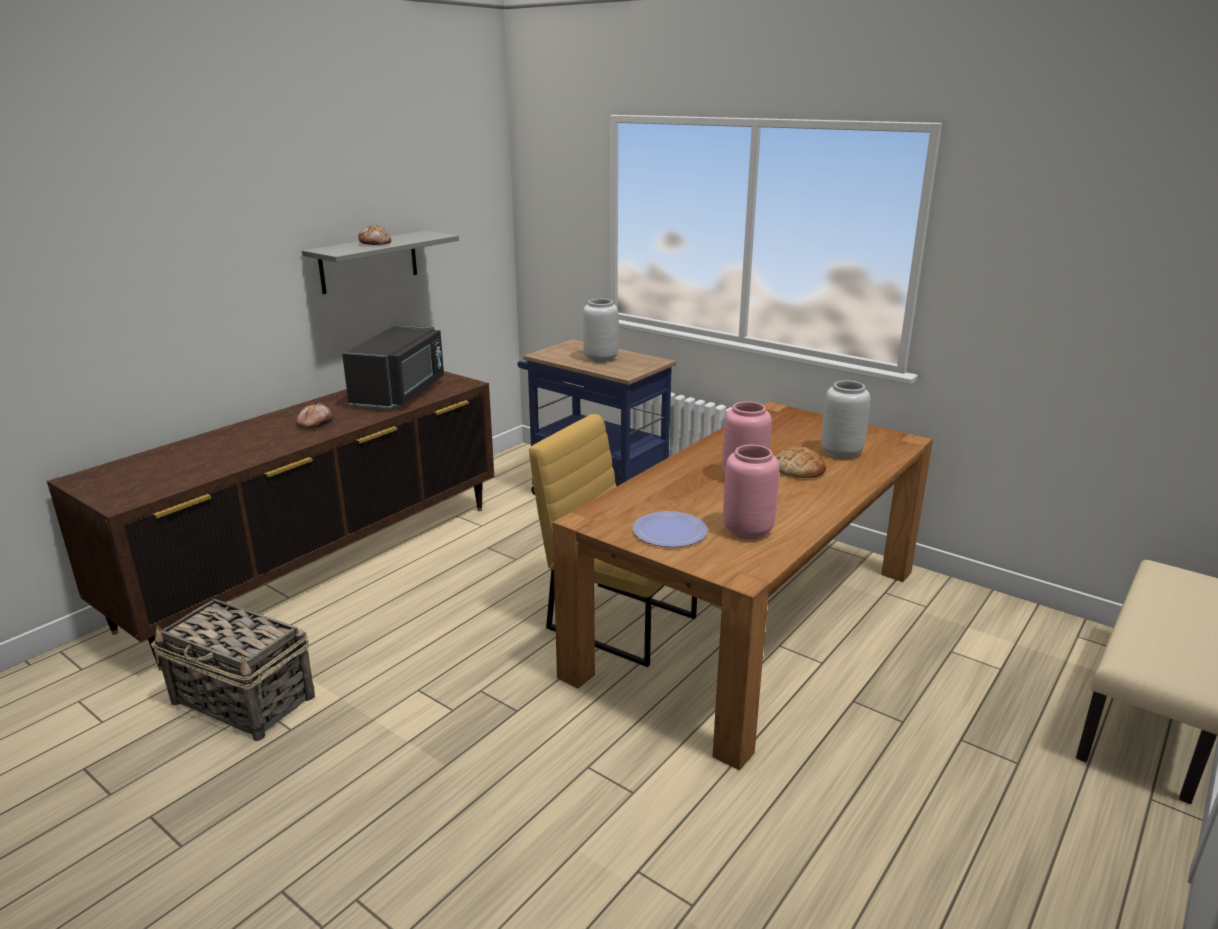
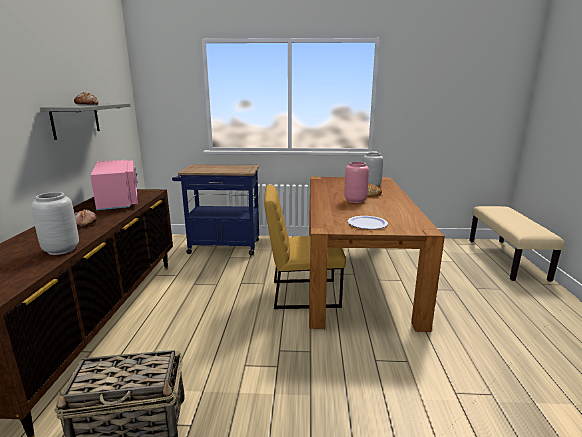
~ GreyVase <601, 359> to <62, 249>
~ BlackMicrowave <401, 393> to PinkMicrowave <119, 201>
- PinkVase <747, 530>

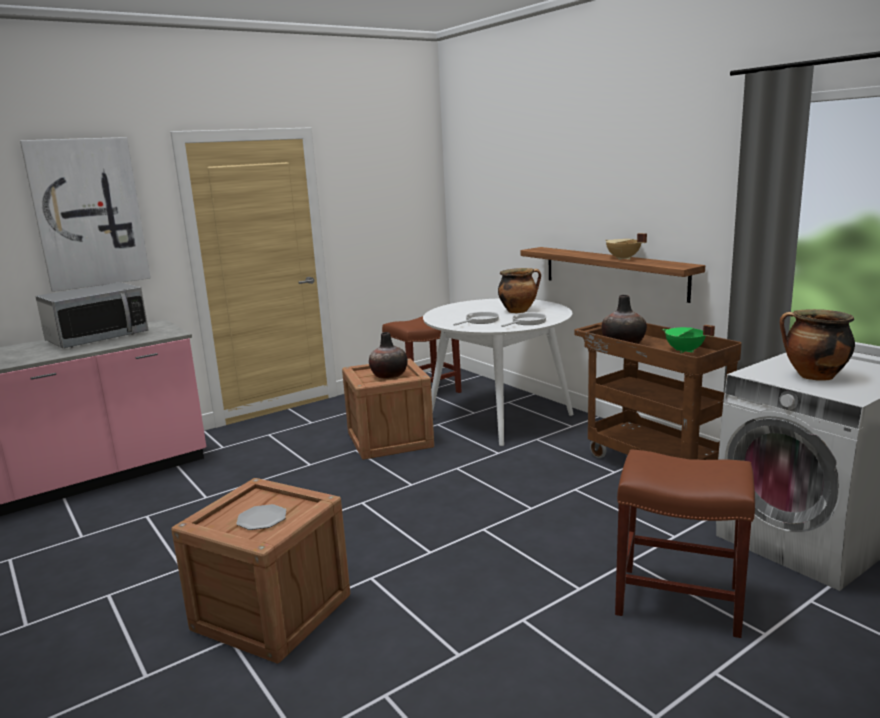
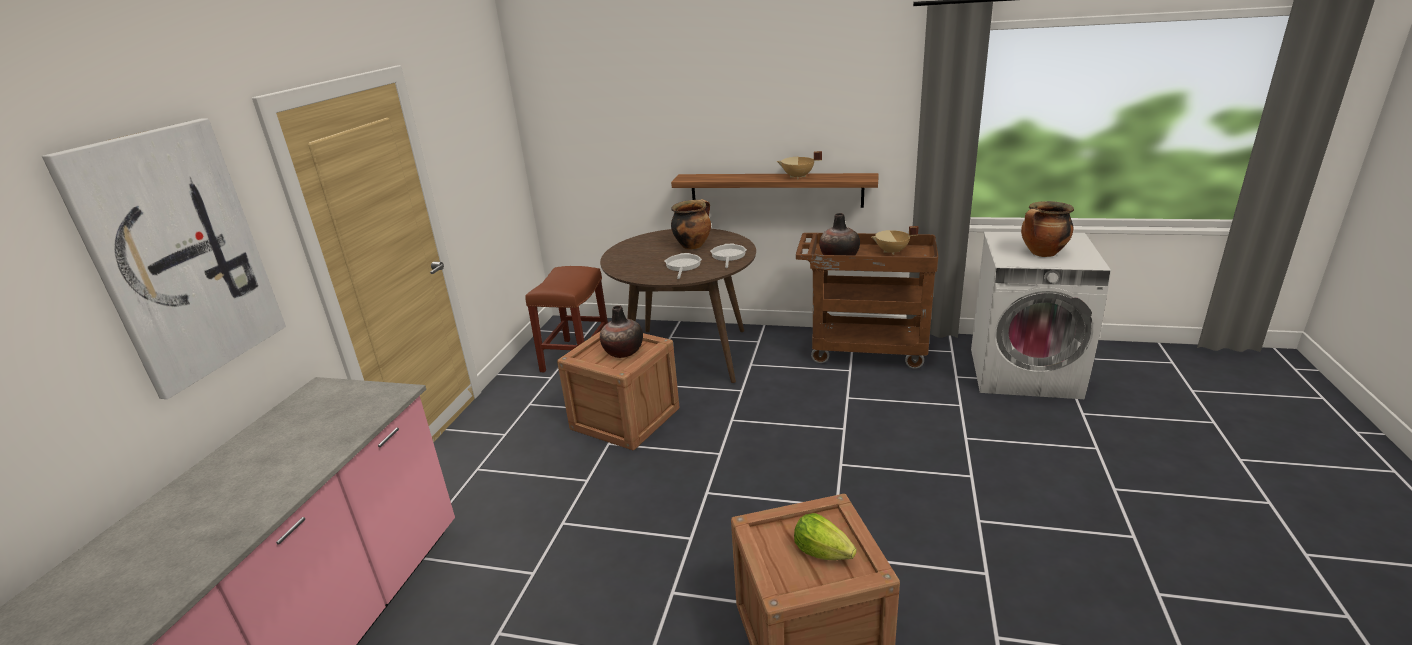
- Microwave <98, 338>
~ WhiteDiningTable <499, 417> to BrownDiningTable <687, 355>
~ GreenCookingPot <684, 351> to BeigeCookingPot <892, 252>
- BrownStool <681, 600>
~ Plate <262, 519> to Lettuce <822, 552>

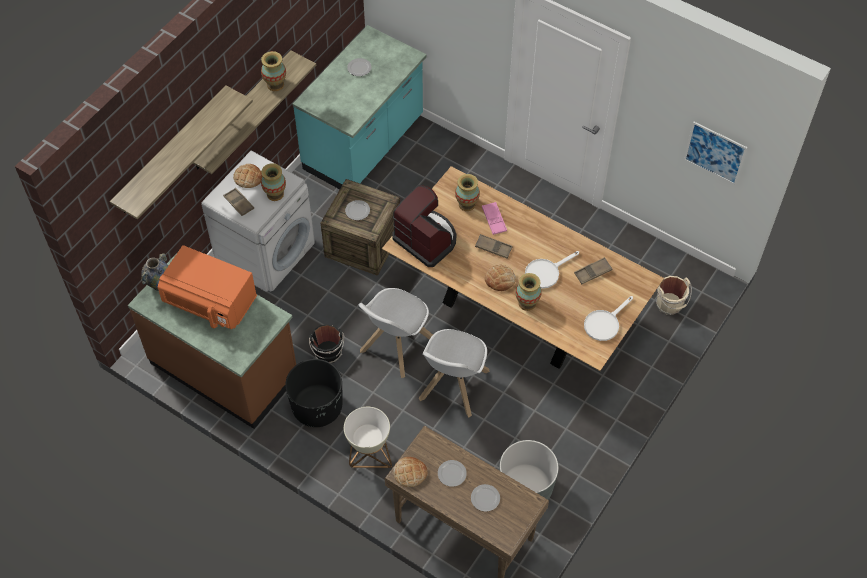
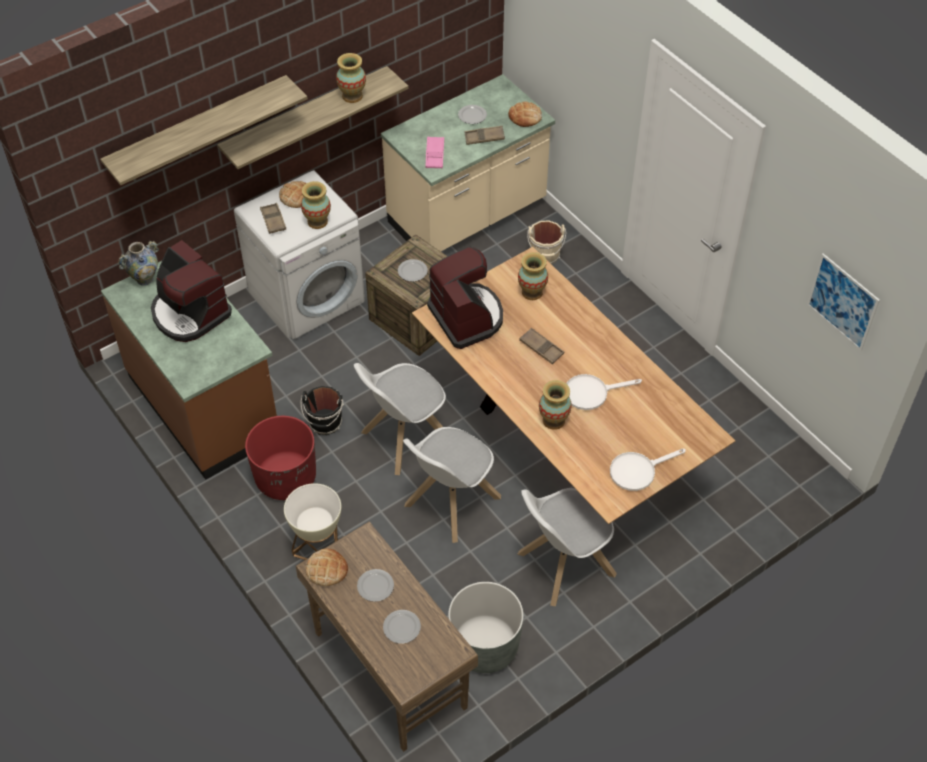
~ TurquoiseCounter <364, 145> to BeigeCounter <468, 215>
~ PinkTray <494, 220> to <435, 155>
~ OrangeMicrowave <210, 303> to CoffeeMachine <189, 313>
~ BrownTray <593, 272> to <484, 138>
~ Bread <500, 279> to <525, 117>
~ BeigeBucket <670, 305> to <545, 256>
~ BlackPlanter <317, 407> to RedPlanter <286, 478>
+ Chair <563, 565>

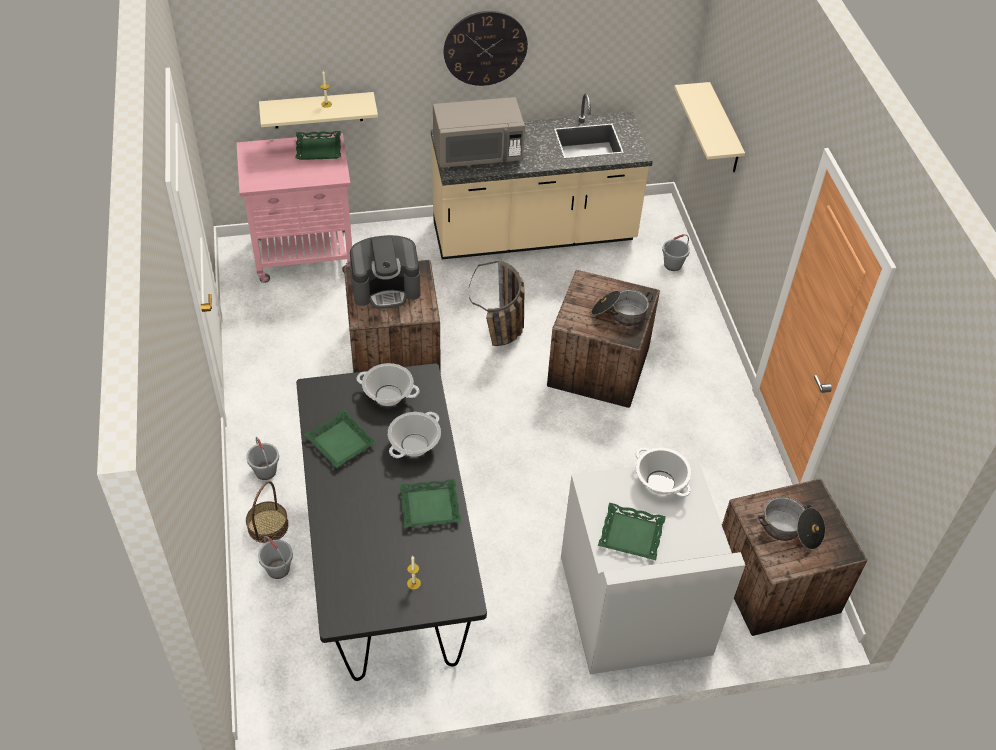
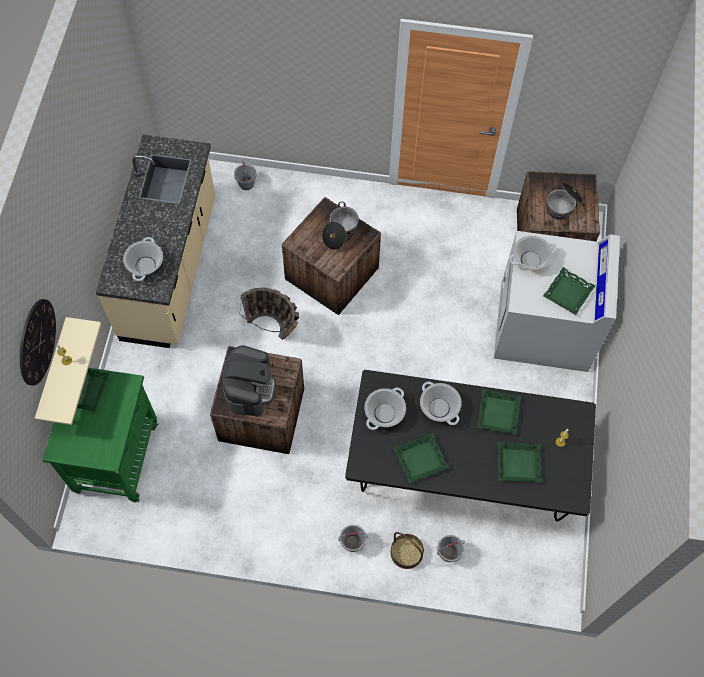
~ WallClock <485, 48> to <37, 342>
- BeigeShelf <724, 130>
~ GreyMicrowave <477, 153> to CookingPot <145, 265>
~ PinkCart <305, 256> to GreenCart <118, 457>
+ GreenTray <518, 464>

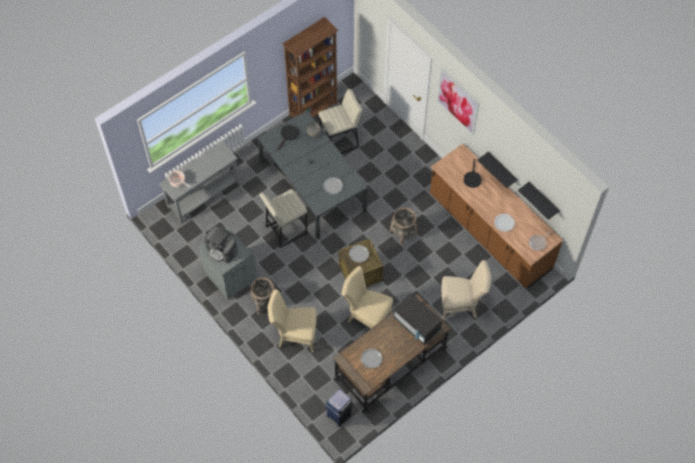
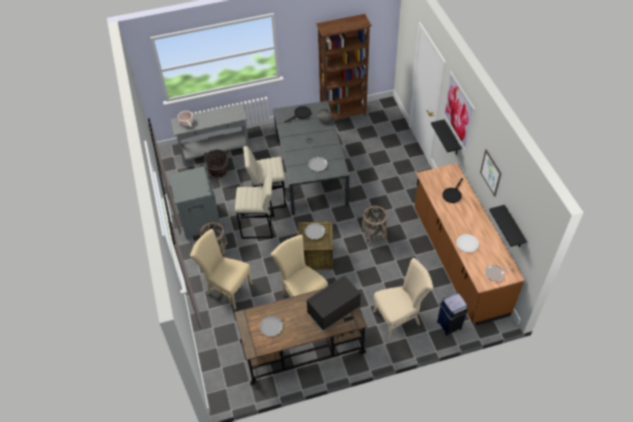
~ BeigeStool <340, 141> to <259, 227>
~ BlackShelf <501, 169> to <451, 138>
- CoffeeMachine <222, 249>
~ BeigeChair <461, 305> = <399, 318> 45 degrees counterclockwise
~ BlackMicrowave <416, 324> = <333, 310> 75 degrees clockwise
~ BlueTrashCan <339, 414> to <449, 325>
+ Picture <490, 172>
+ BrownBucket <218, 172>

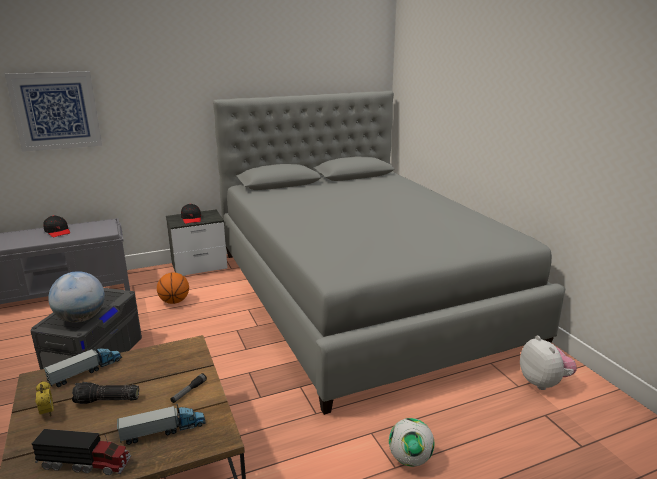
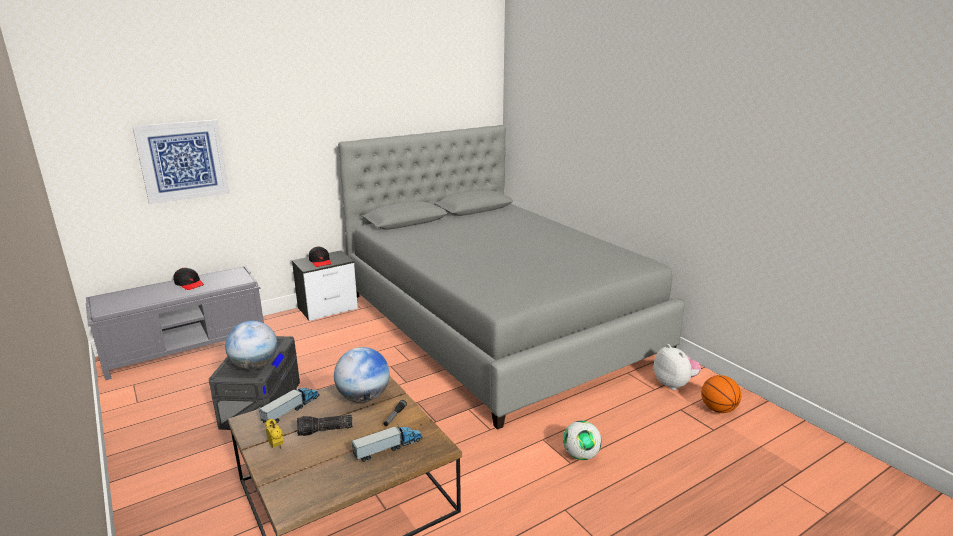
~ Basketball <174, 301> to <718, 409>
- ToyTruck <86, 463>
+ Globe <363, 397>

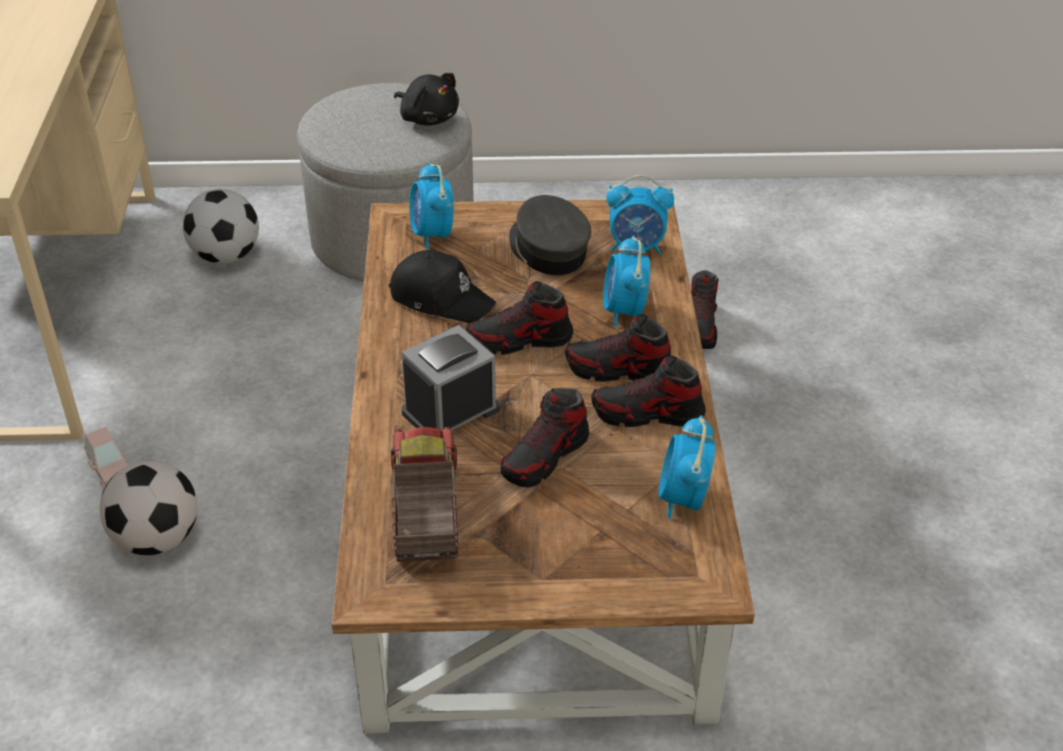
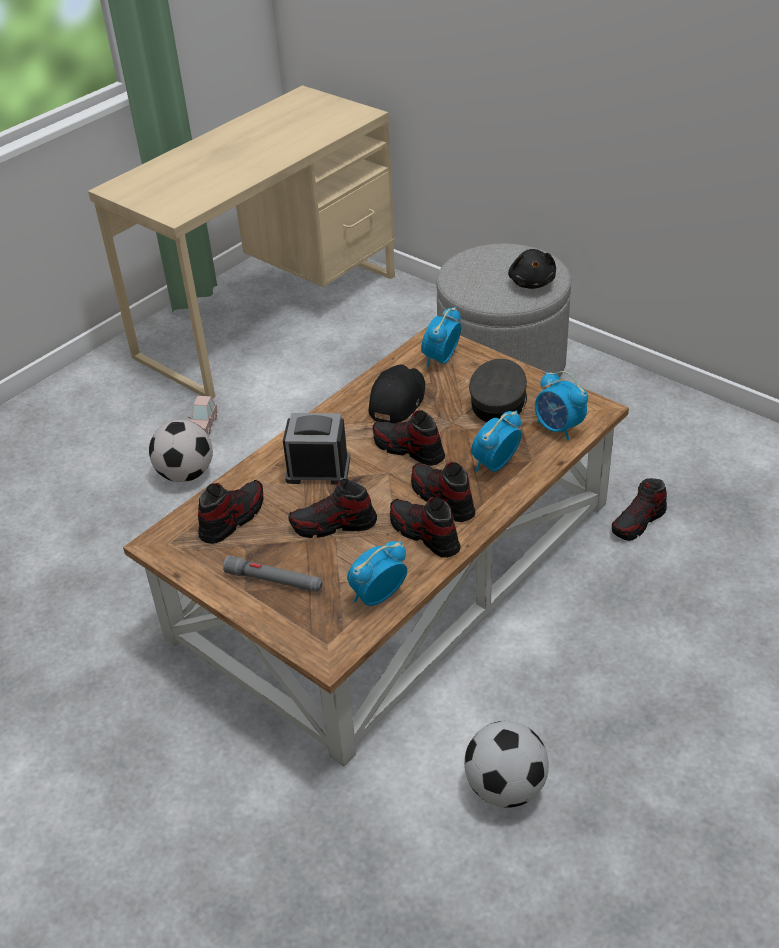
~ Football <226, 256> to <505, 787>
~ BlackCap <441, 298> = <397, 400> 135 degrees counterclockwise
~ ToyTruck <424, 515> to Shoe <232, 518>
+ GreyFlashlight <274, 580>

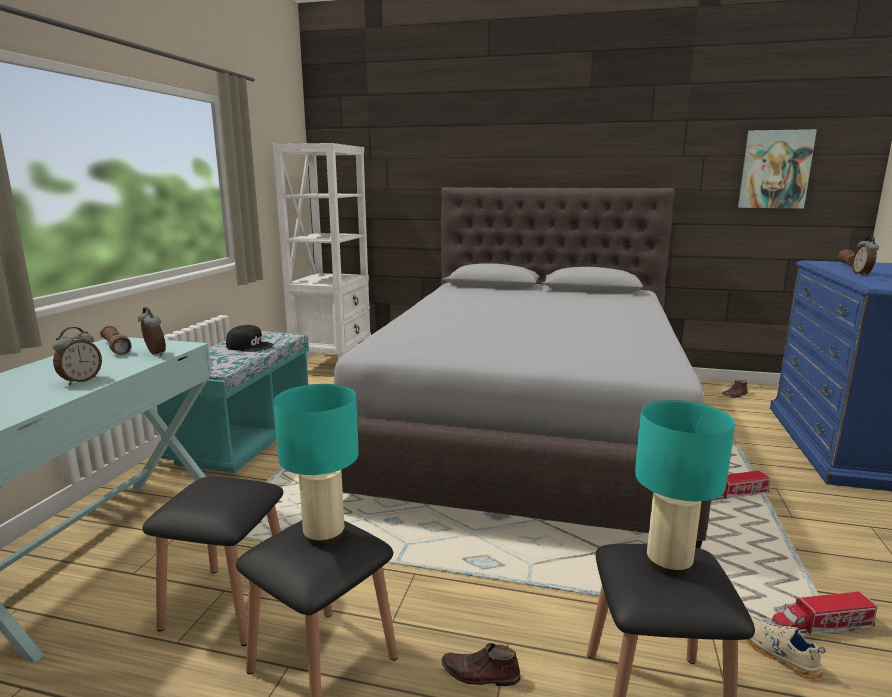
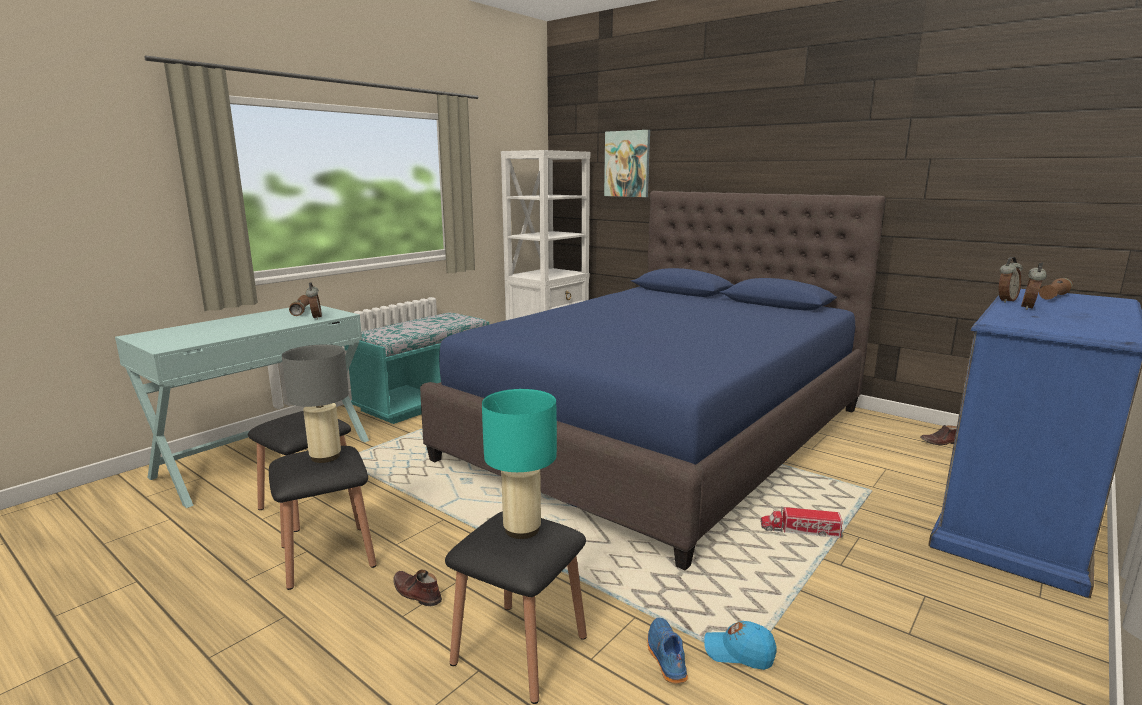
~ Picture <775, 169> to <627, 164>
~ GreyBed <528, 427> to BlueBed <663, 433>
- BlackCap <250, 346>
~ AlarmClock <80, 380> to <1005, 301>
~ TurquoiseTableLamp <323, 535> to GreyTableLamp <324, 457>
~ ToyTruck <821, 626> to BlueCap <739, 653>
~ BeigeShoe <777, 653> to BlueShoe <665, 657>

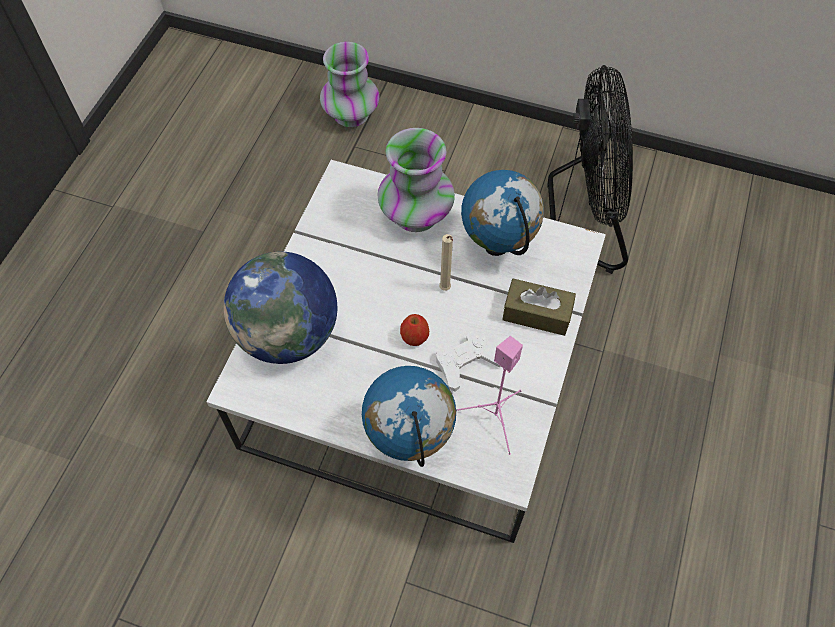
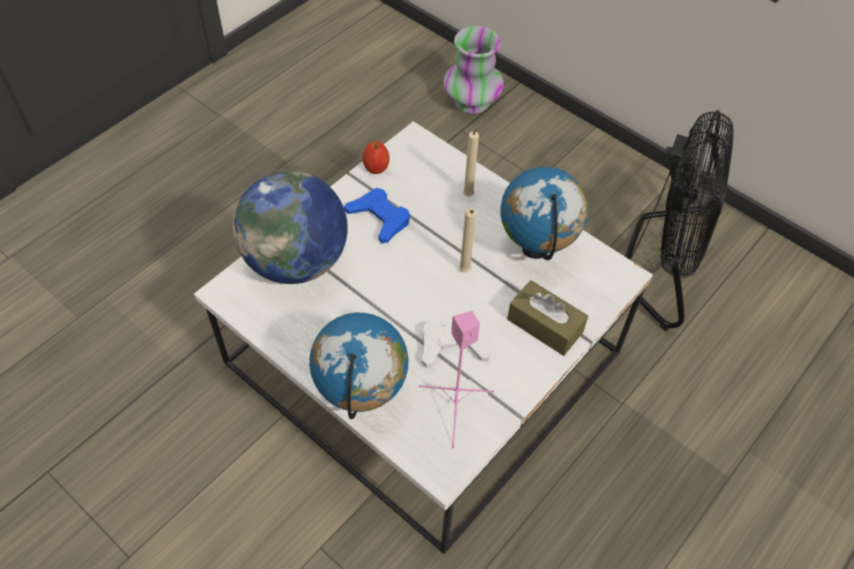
~ Vase <416, 214> to BeigeCandle <470, 195>
~ Apple <415, 337> to <376, 168>
+ BlueGameController <379, 218>

